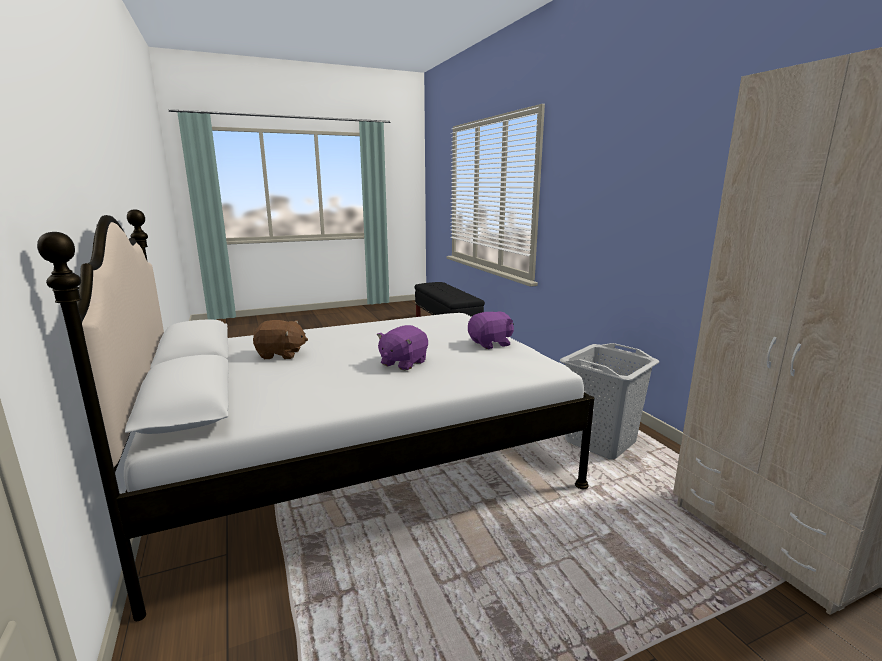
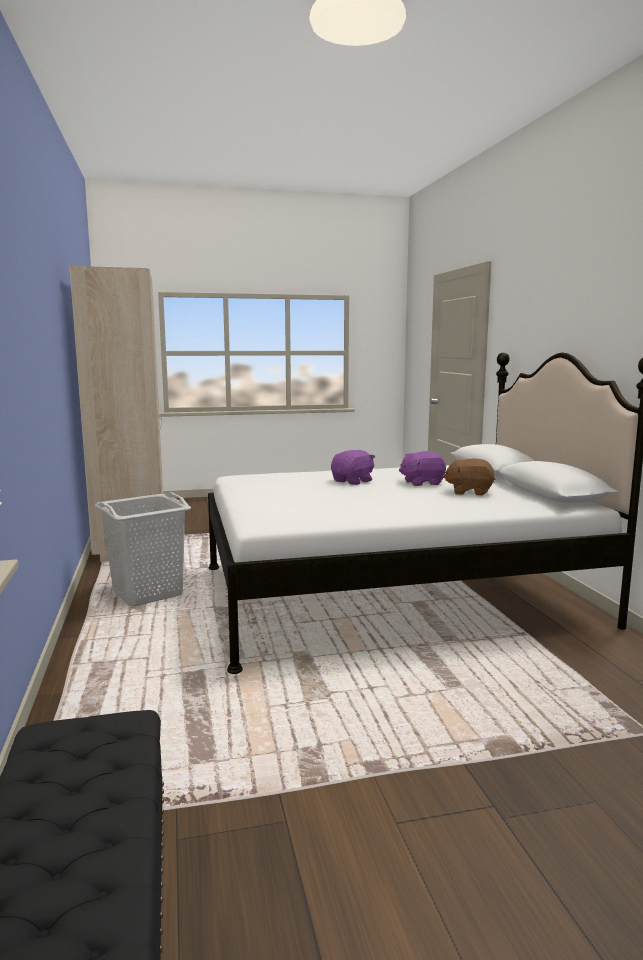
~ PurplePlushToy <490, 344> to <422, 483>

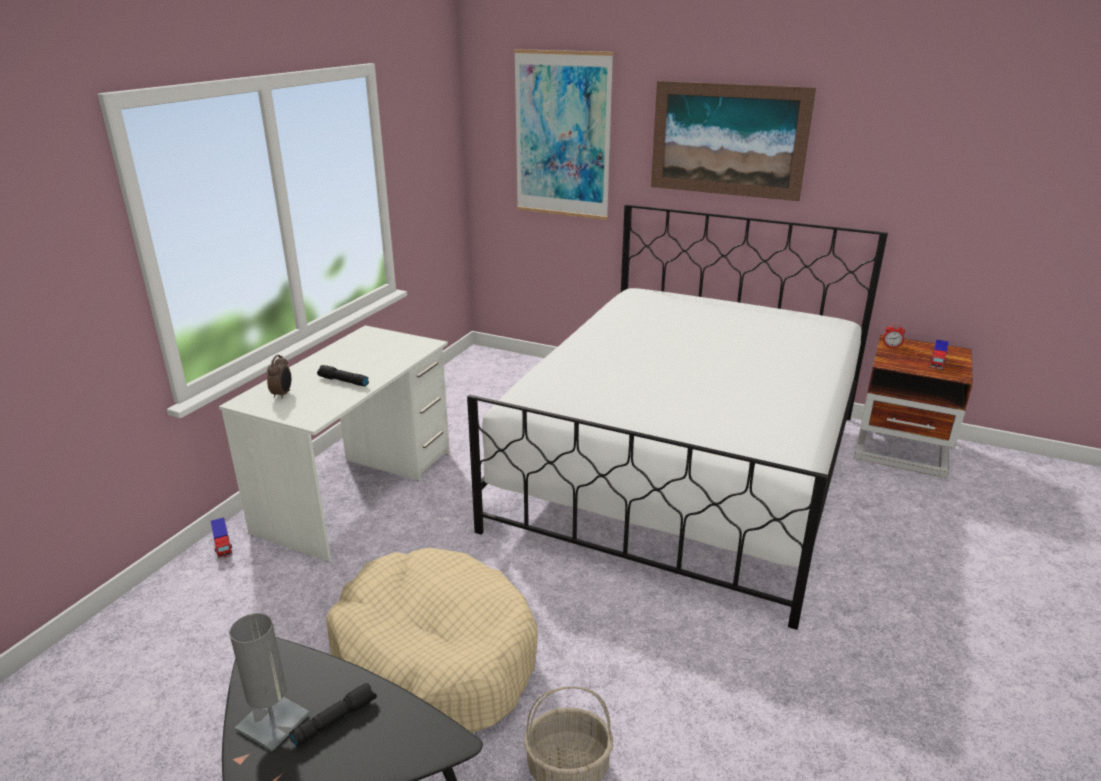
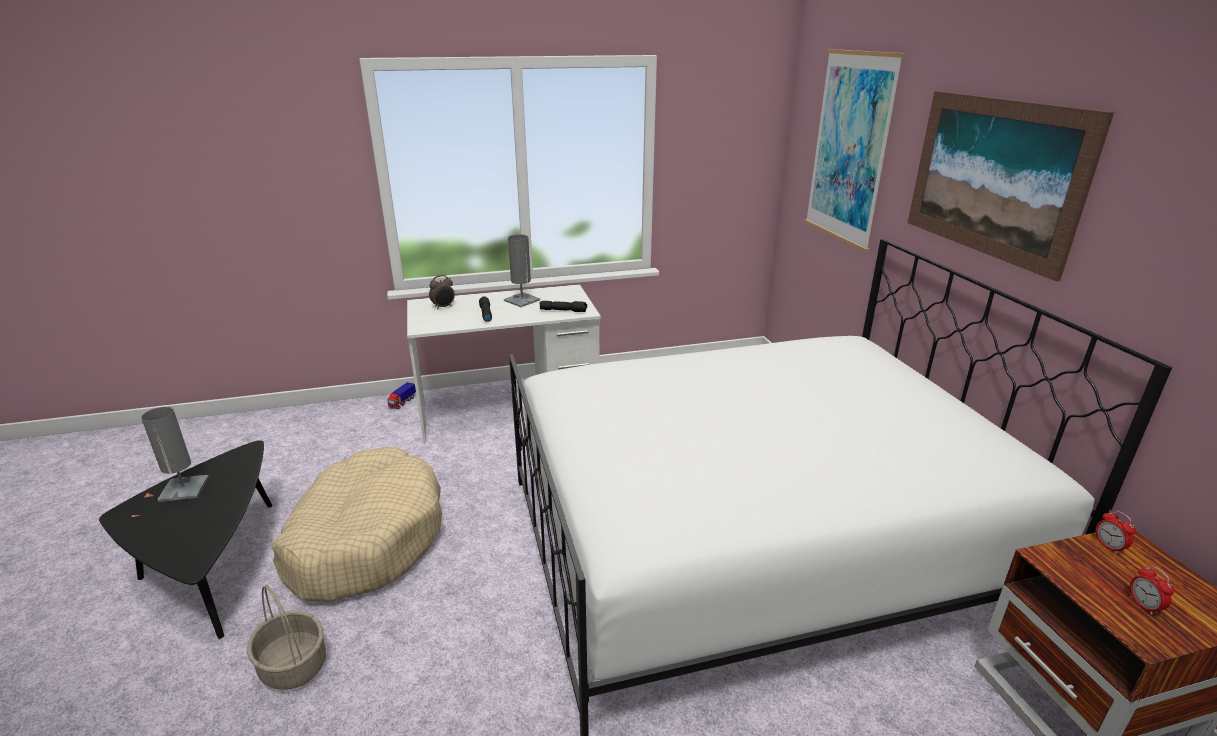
~ ToyTruck <937, 363> to AlarmClock <1143, 605>
~ BlackFlashlight <335, 719> to <563, 310>
+ GreyTableLamp <522, 300>

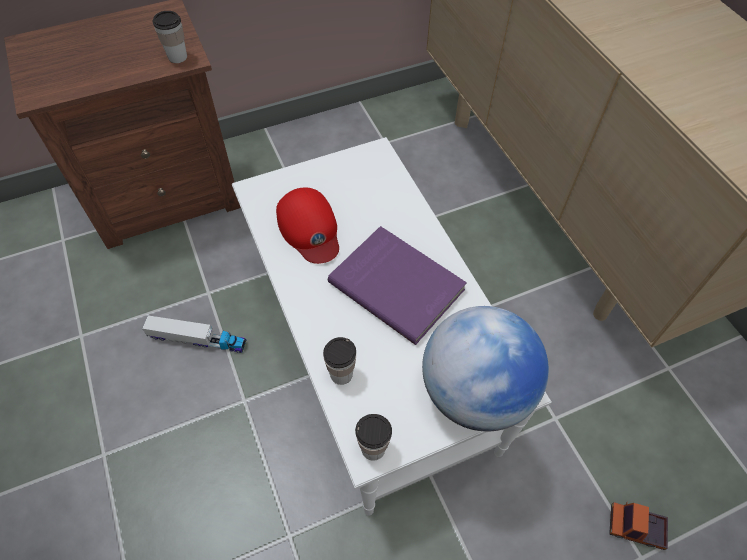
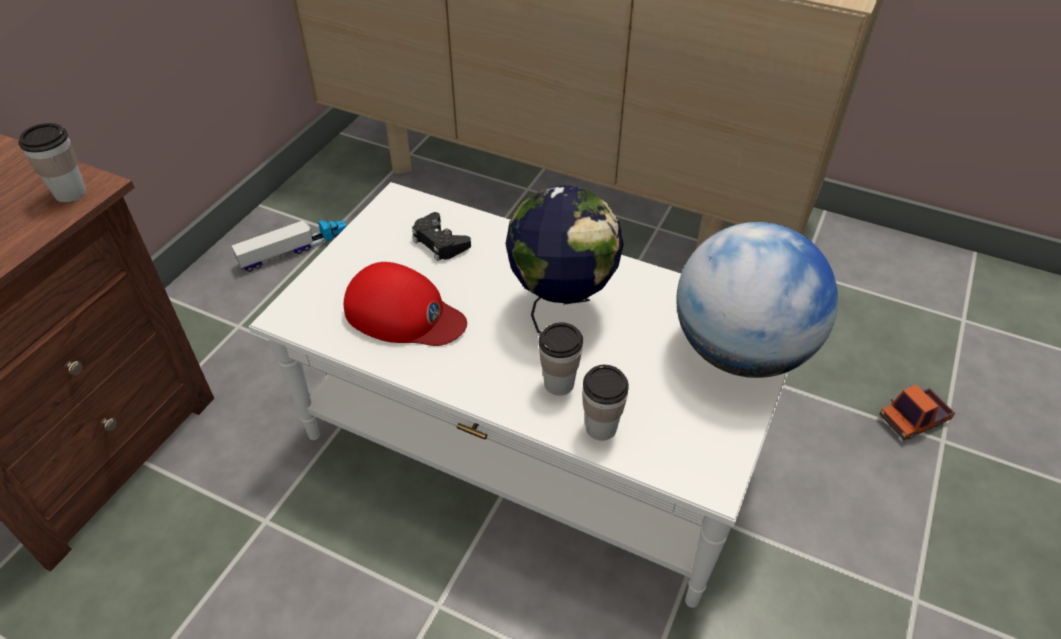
~ PurpleBook <398, 285> to Globe <561, 307>
~ ToyTruck <197, 339> to <295, 250>
~ Cup <373, 448> to <559, 383>
+ BlackGameController <440, 242>

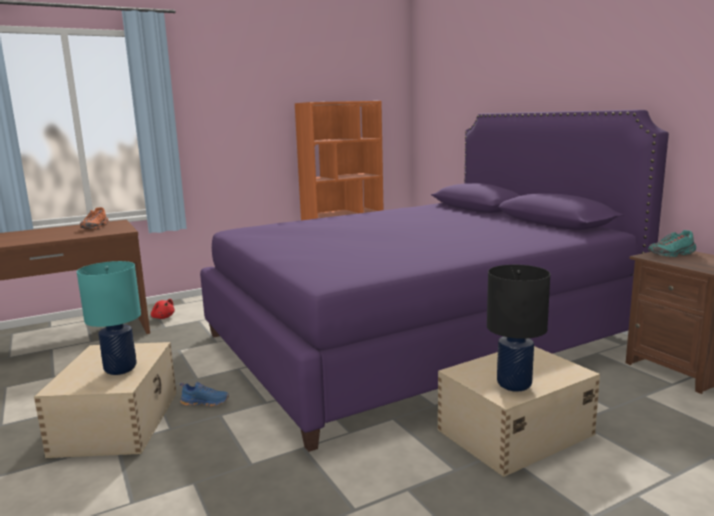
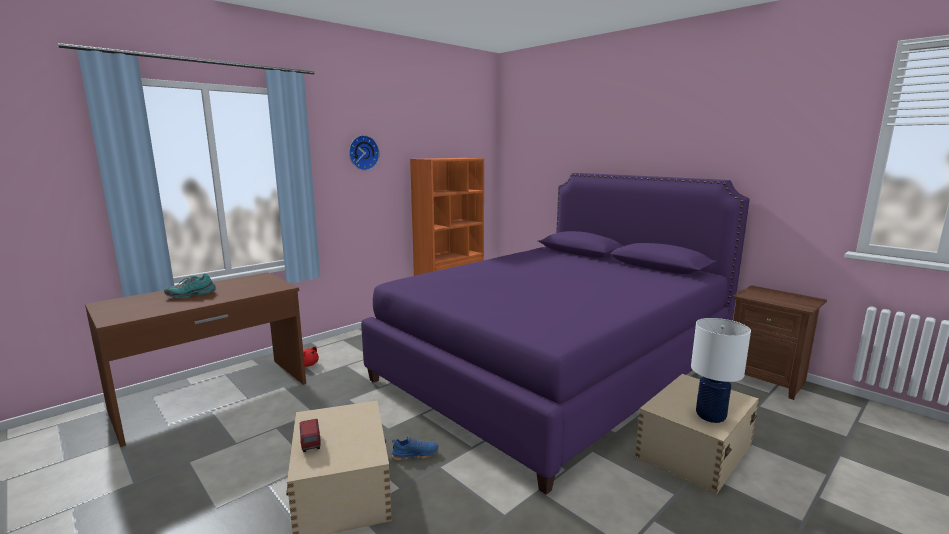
- OrangeShoe <95, 227>
~ TurquoiseShoe <671, 254> to <191, 295>
- TurquoiseTableLamp <121, 371>
~ BlackTableLamp <514, 387> to WhiteTableLamp <710, 418>
+ WallClock <362, 152>
+ ToyTruck <310, 443>

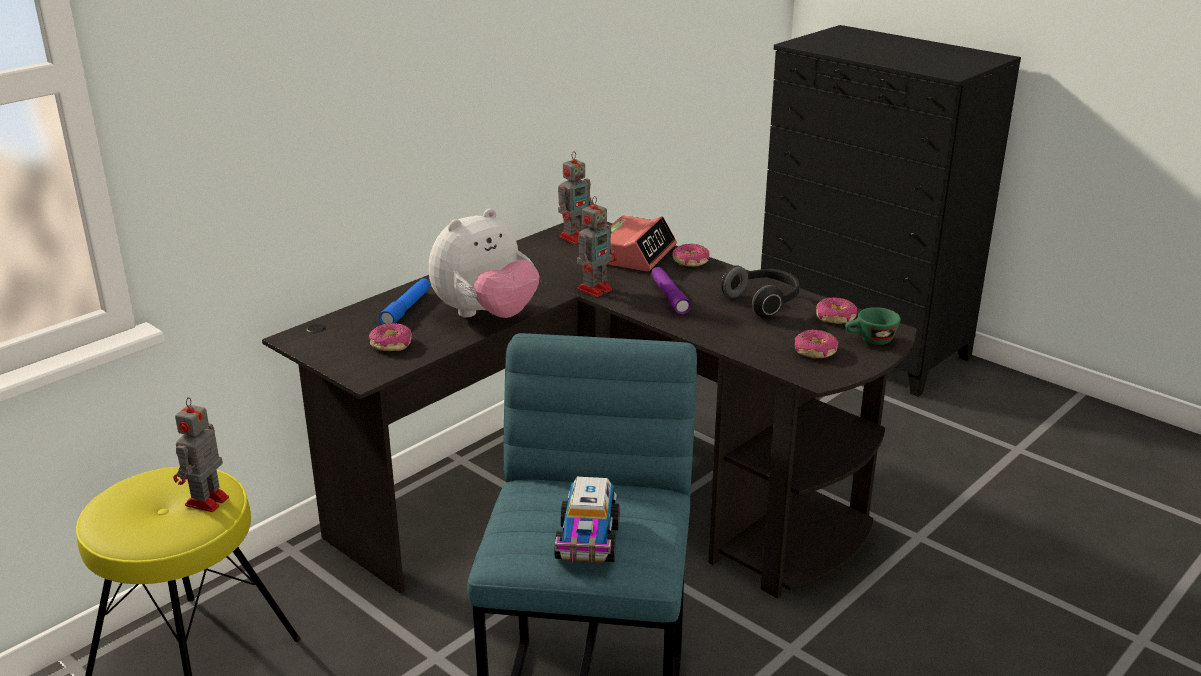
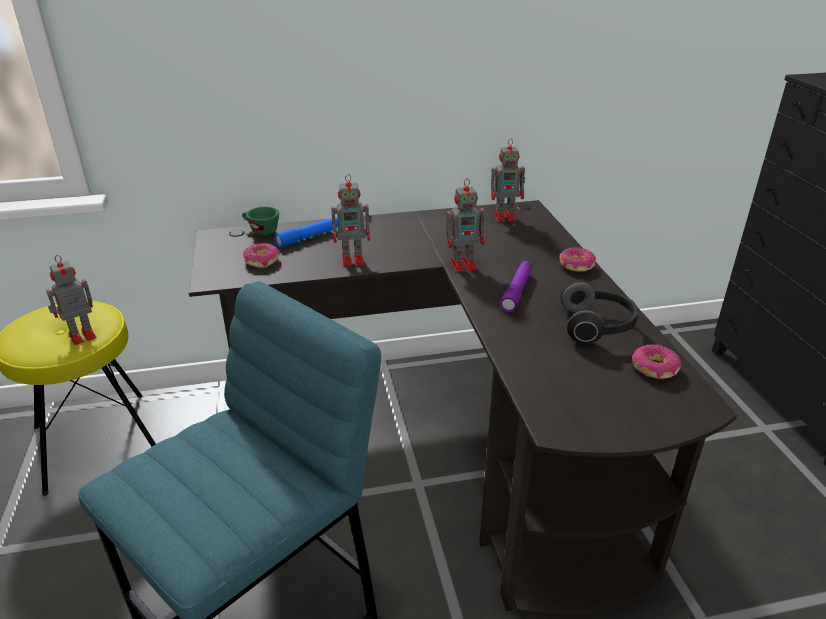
~ PlushToy <485, 315> to ToyRobot <354, 260>
- AlarmClock <635, 254>
~ GreenCup <870, 340> to <260, 231>
- Donut <815, 351>
- ToyTruck <587, 542>

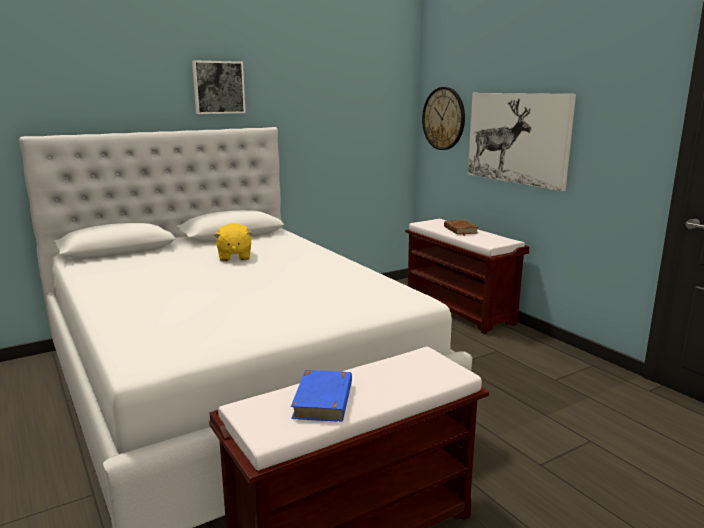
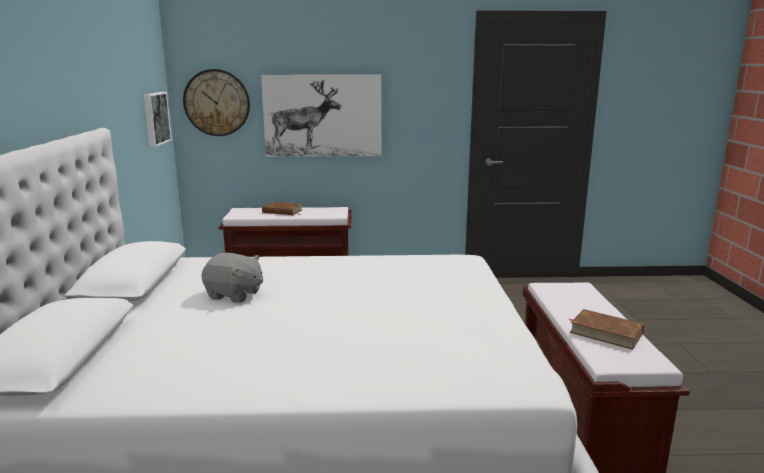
~ Picture <218, 87> to <155, 118>
~ YellowPlushToy <234, 257> to GreyPlushToy <234, 295>
~ BlueBook <324, 400> to BrownBook <605, 333>

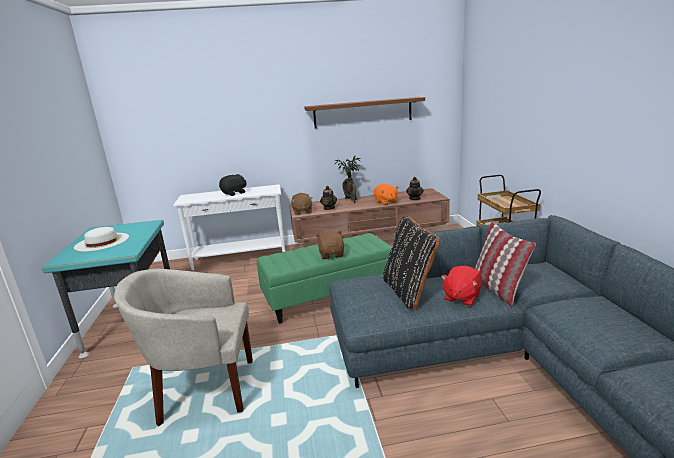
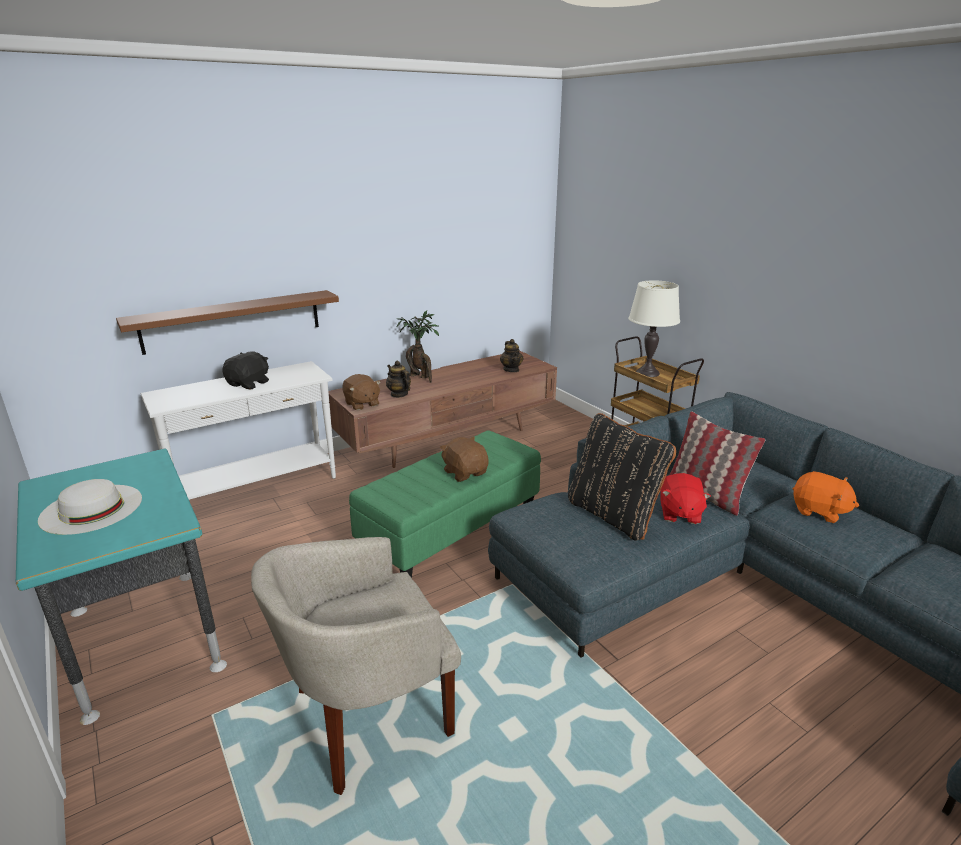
~ BrownShelf <363, 112> to <233, 321>
~ OrangePlushToy <386, 202> to <819, 511>
+ WhiteTableLamp <647, 373>

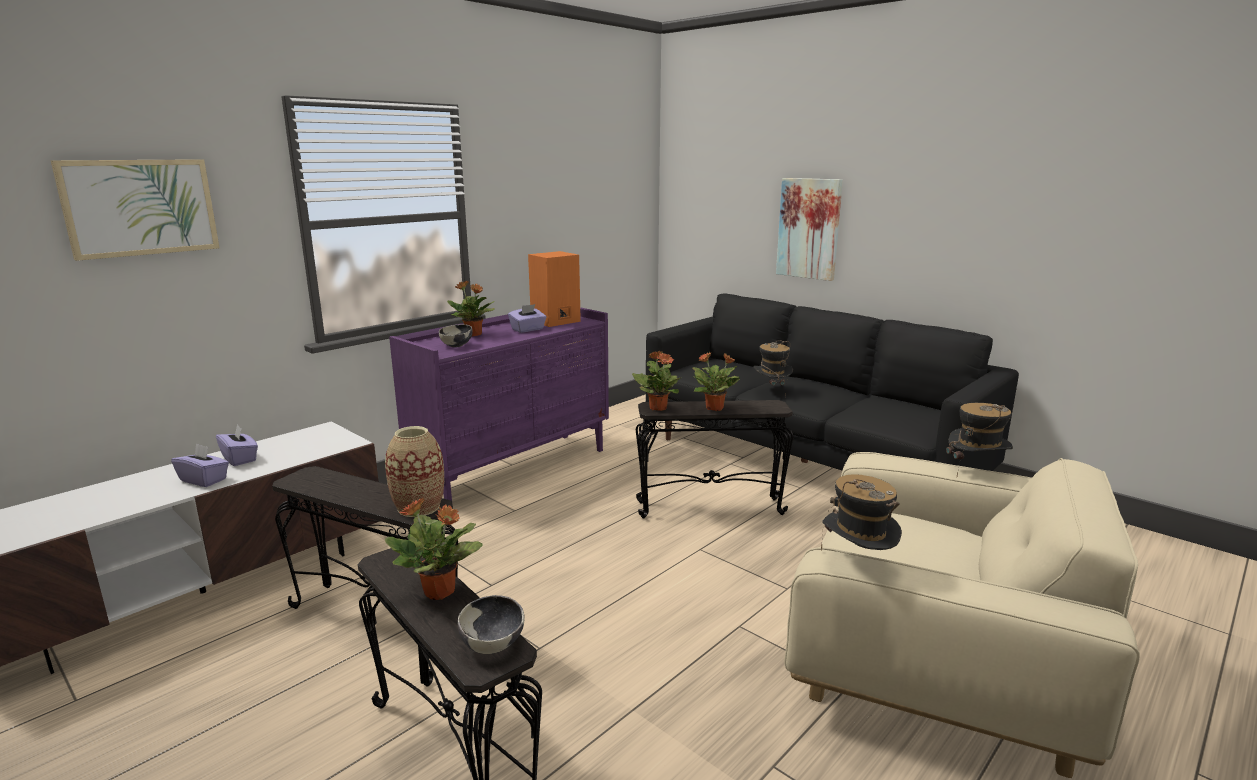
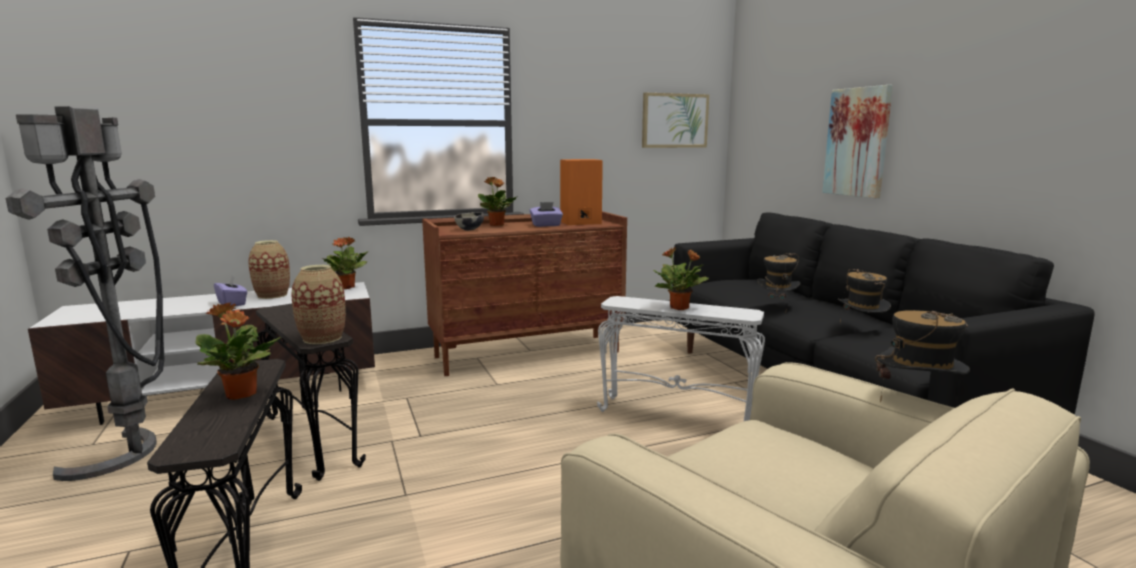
~ Picture <140, 207> to <674, 120>
~ PurpleCabinet <514, 469> to BrownCabinet <528, 354>
~ PottedPlant <658, 408> to <347, 287>
~ BlackSideTable <710, 508> to WhiteSideTable <675, 416>
~ PurpleTissueBox <240, 458> to Vase <272, 295>
~ Hat <856, 563> to <860, 329>
- Bowl <493, 645>
+ GreyFloorLamp <131, 457>

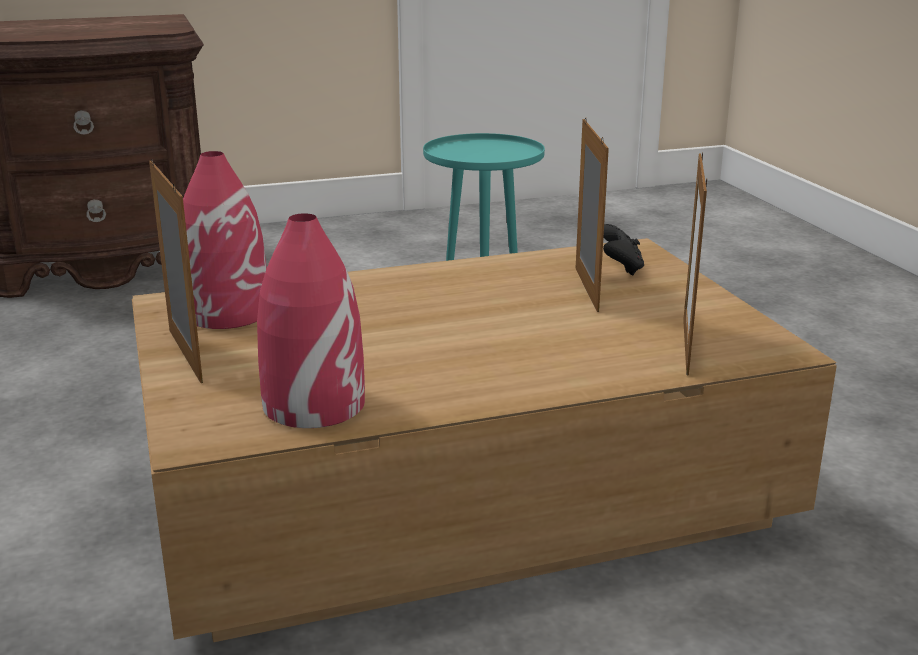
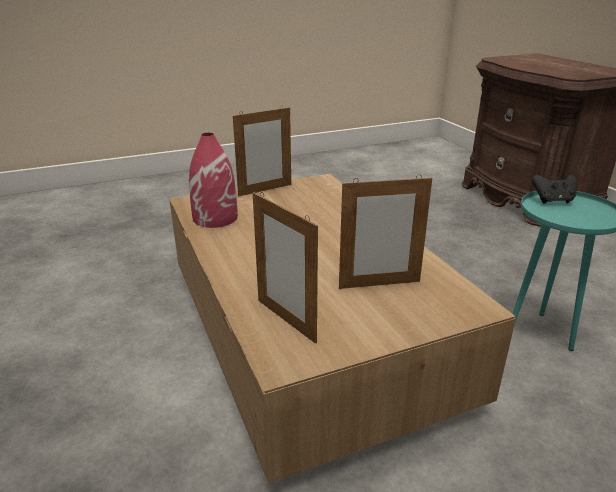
- RedVase <227, 312>
~ PictureFrame <686, 346> = <286, 320> 135 degrees counterclockwise
~ BlackGameController <620, 268> to <552, 200>

